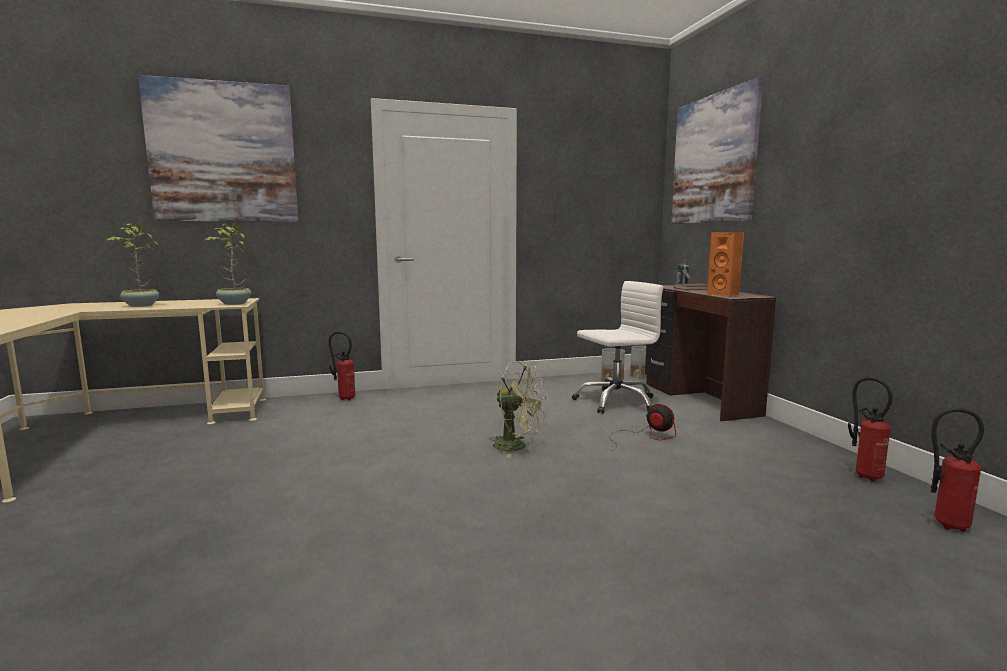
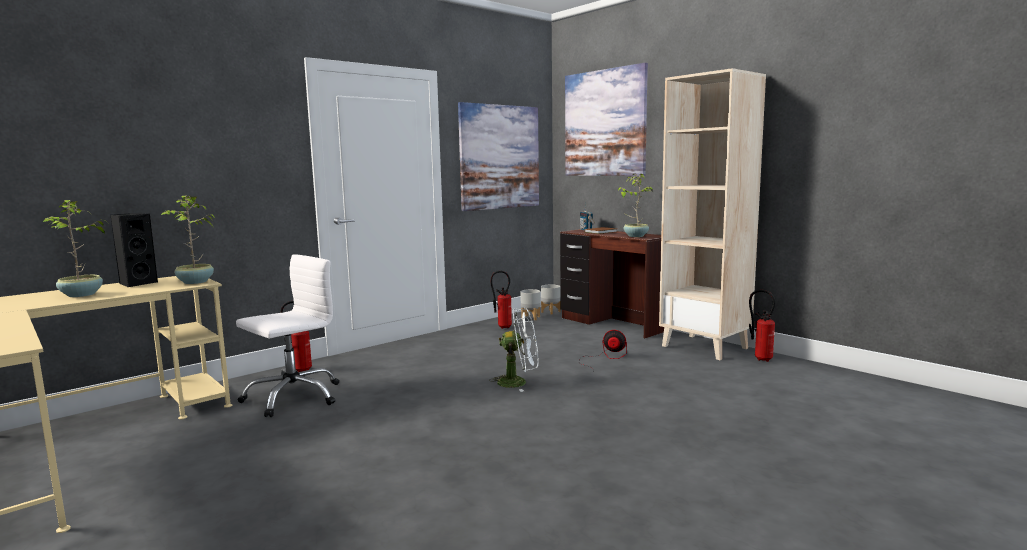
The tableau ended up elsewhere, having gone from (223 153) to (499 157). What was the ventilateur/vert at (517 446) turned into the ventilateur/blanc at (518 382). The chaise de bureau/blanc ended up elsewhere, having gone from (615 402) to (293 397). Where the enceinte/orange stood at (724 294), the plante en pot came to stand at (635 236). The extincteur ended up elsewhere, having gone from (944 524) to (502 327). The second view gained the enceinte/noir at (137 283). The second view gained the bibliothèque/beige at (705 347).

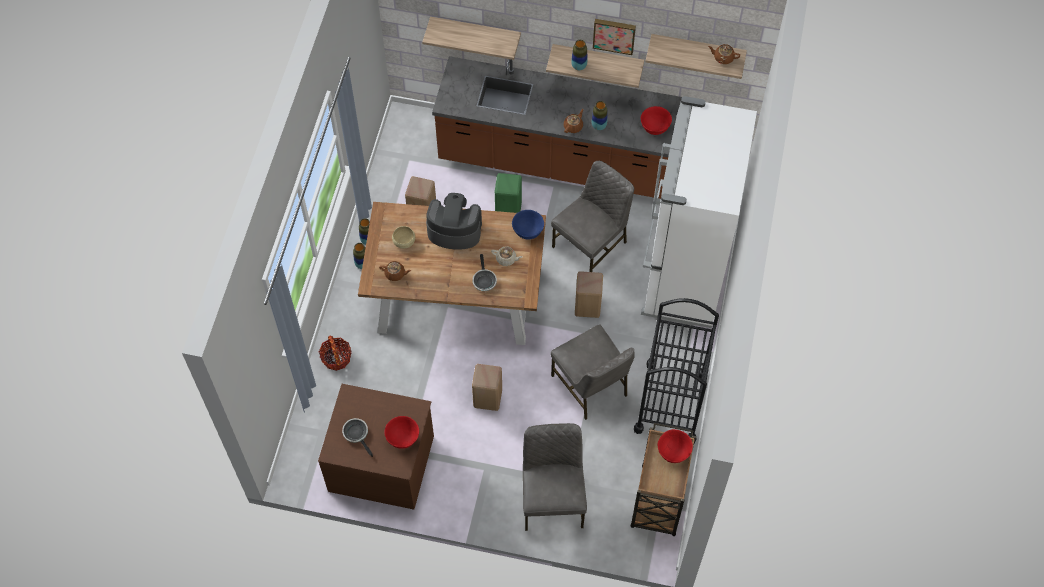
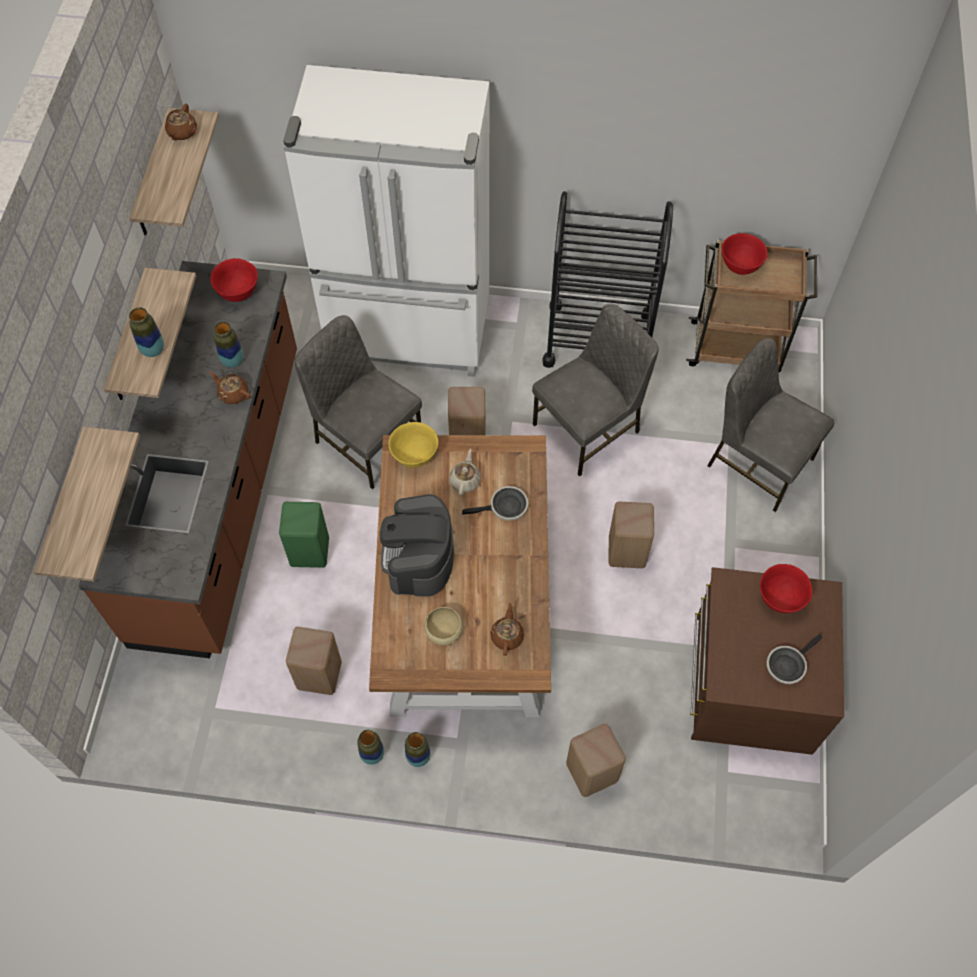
Where the panier stood at (336 358), the tabouret/beige came to stand at (591 774). What was the bol/bleu at (527 232) turned into the bol/jaune at (414 456). The chaise/gris at (552 498) ended up facing another way, 45 degrees clockwise from before. The second view lost the tableau at (614 35).

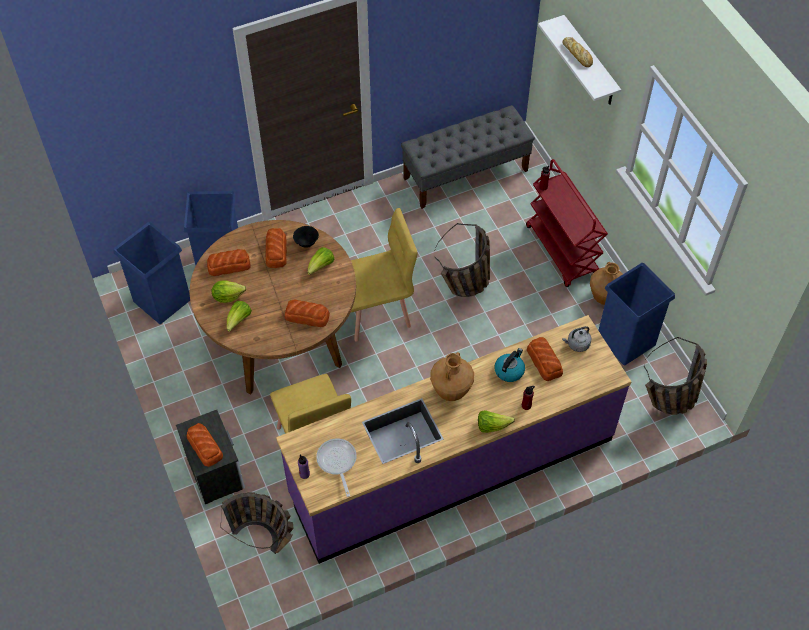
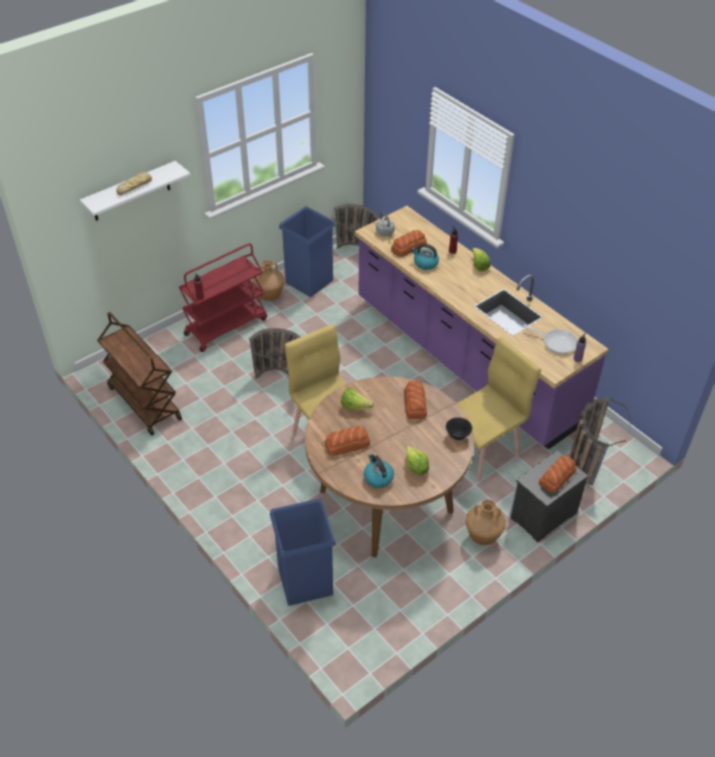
The second view lost the poubelle/bleu at (162 300). Where the pain stood at (228 265), the bouilloire came to stand at (378 477). The second view lost the laitue at (239 320). The bol/noir ended up elsewhere, having gone from (306 243) to (457 436). The poêle at (337 462) ended up facing another way, 120 degrees counterclockwise from before. Where the banc/gris stood at (466 174), the chariot/marron came to stand at (144 403). The vase/marron ended up elsewhere, having gone from (451 390) to (482 537).

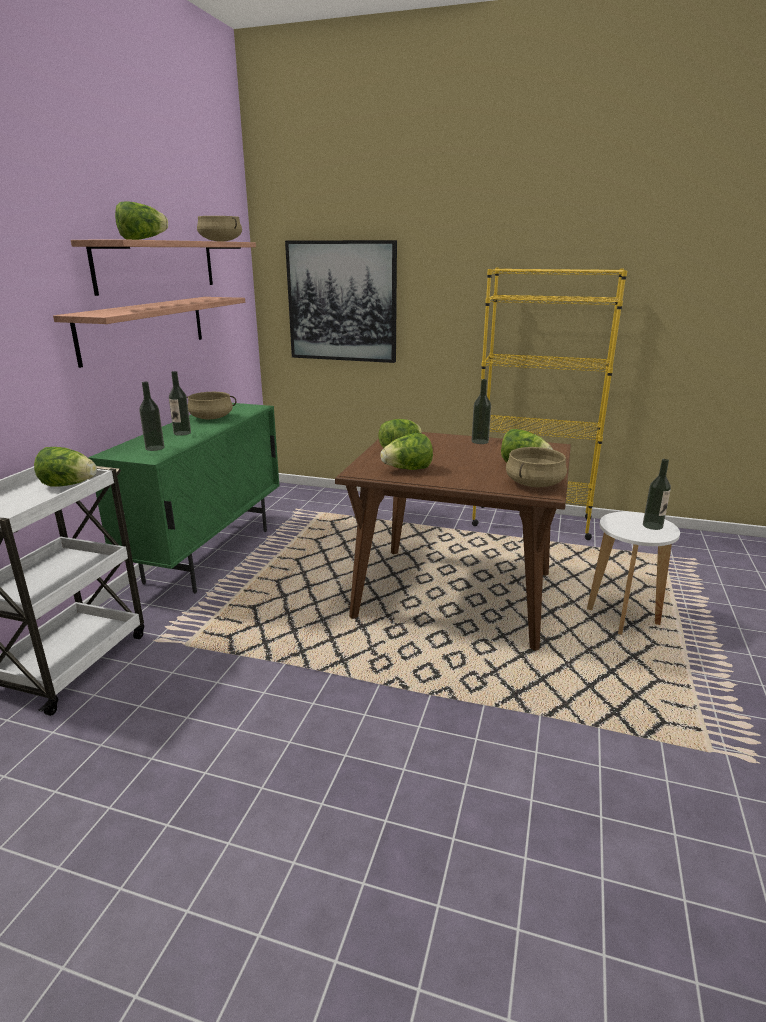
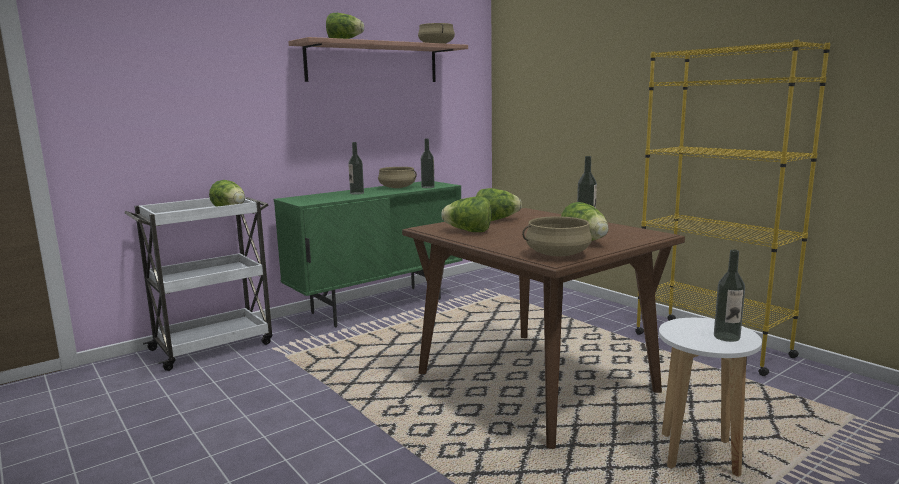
The second view lost the étagère at (144 328). The bouteille ended up elsewhere, having gone from (155 448) to (428 187). The second view lost the tableau at (342 302).

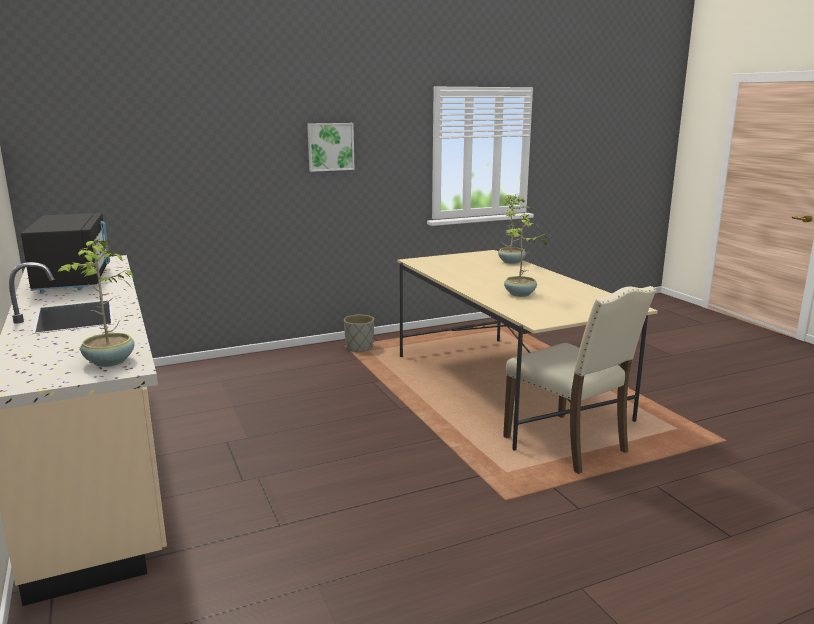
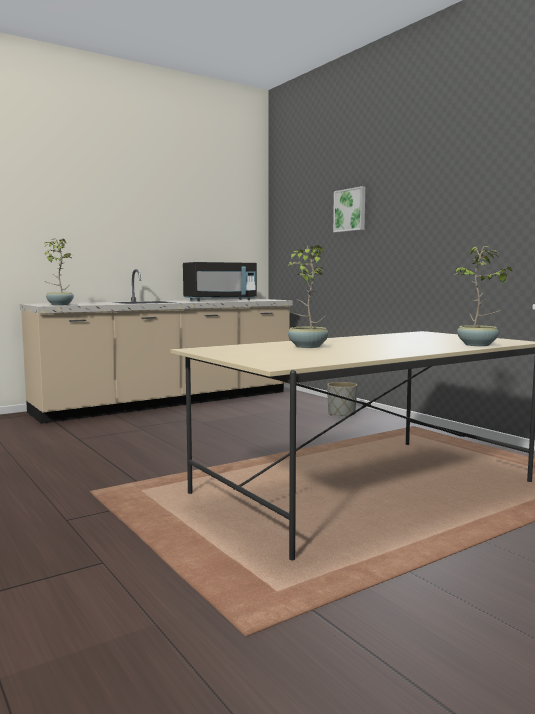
The tableau ended up elsewhere, having gone from (330 146) to (350 210). The cache-pot/gris ended up elsewhere, having gone from (359 348) to (341 414). The second view lost the chaise/beige at (569 445).

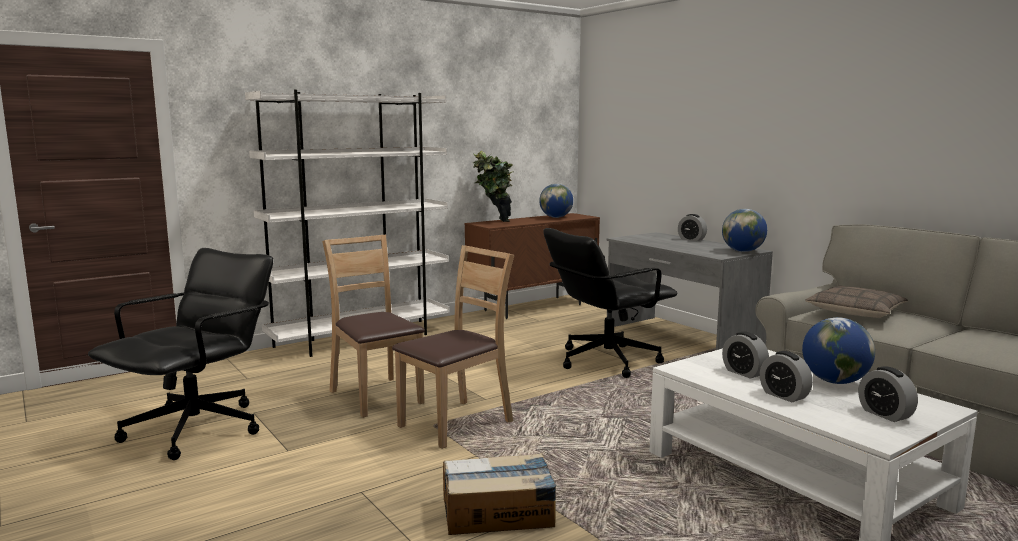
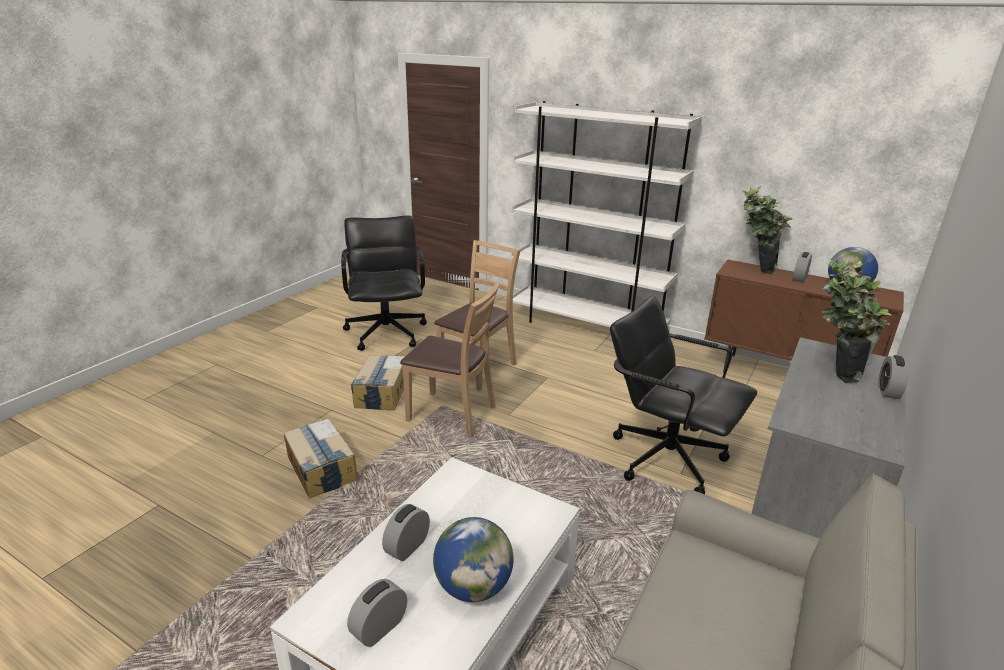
The chaise de bureau/noir at (197 429) ended up facing another way, 105 degrees counterclockwise from before. The second view lost the globe at (743 251). The réveil ended up elsewhere, having gone from (744 373) to (799 278). The second view lost the coussin at (856 311). The second view gained the carton at (381 392). The second view gained the plante en pot at (834 370).

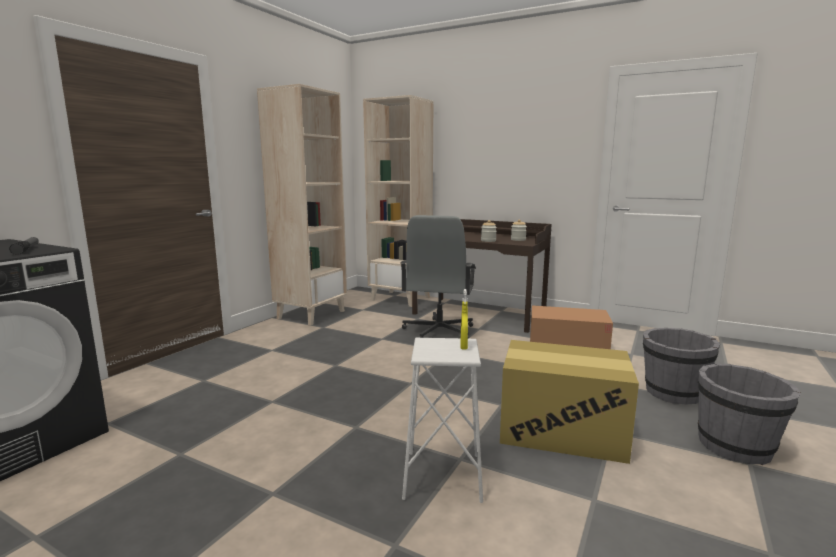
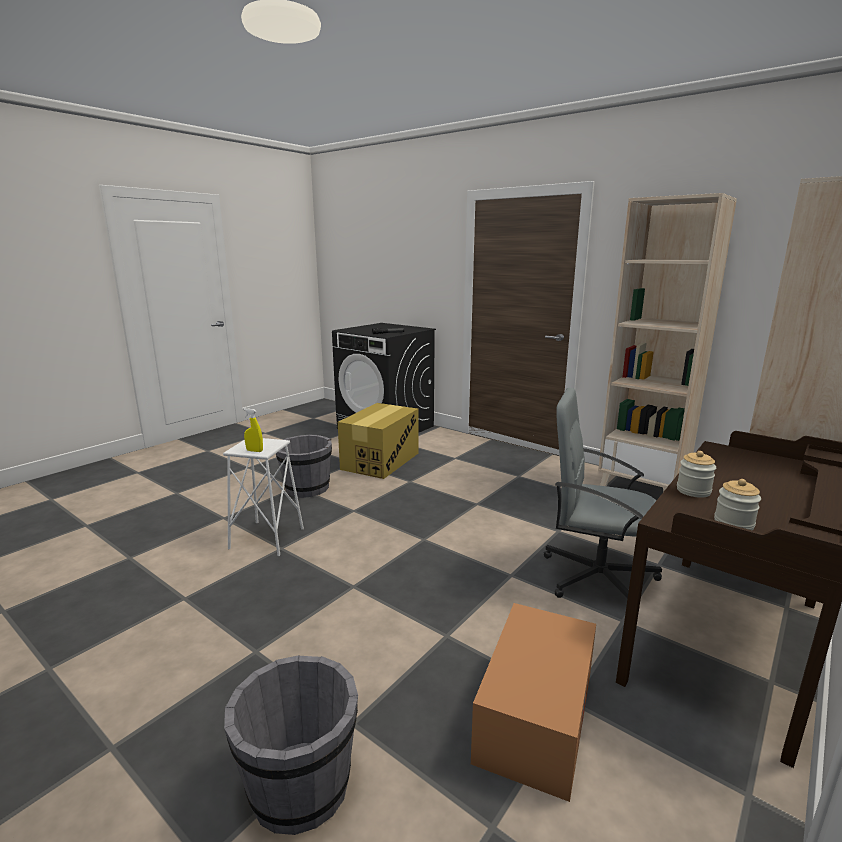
The carton ended up elsewhere, having gone from (562 431) to (380 461). The seau/gris ended up elsewhere, having gone from (736 446) to (306 489).

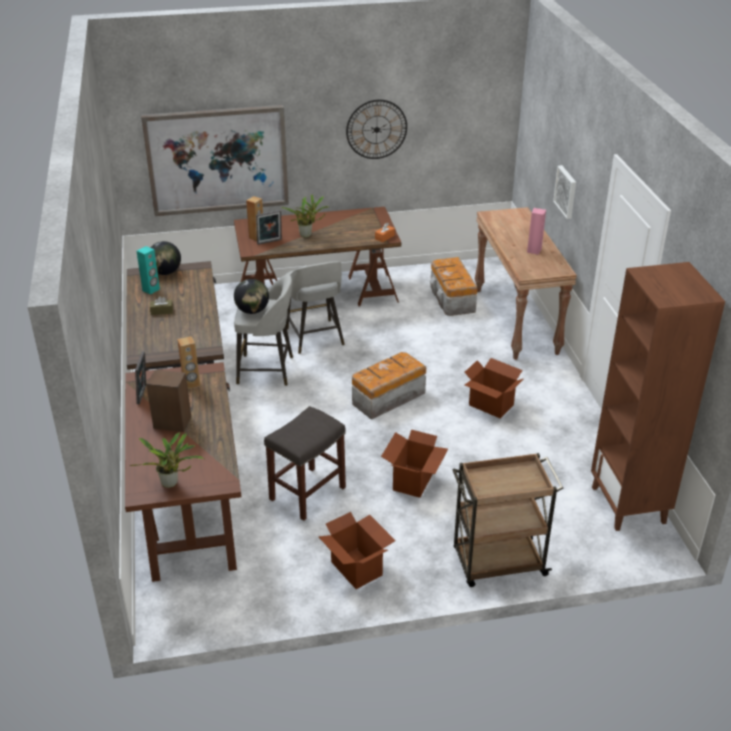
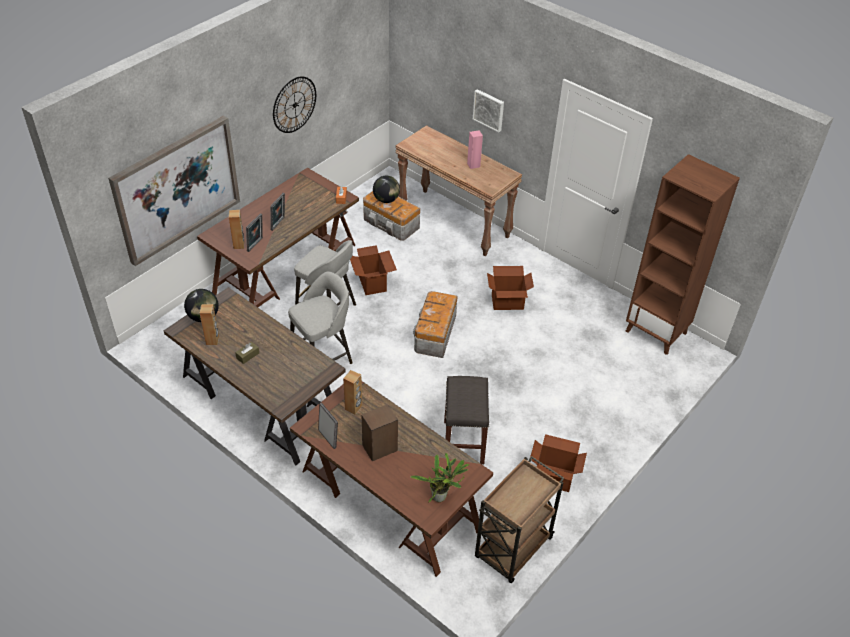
What was the enceinte/turquoise at (151 290) turned into the enceinte/marron at (212 340). The globe ended up elsewhere, having gone from (252 311) to (386 200). Where the plante en pot stood at (307 235), the cadre photo came to stand at (279 224). The carton ended up elsewhere, having gone from (414 481) to (373 283). The chariot/marron ended up elsewhere, having gone from (497 563) to (512 549).

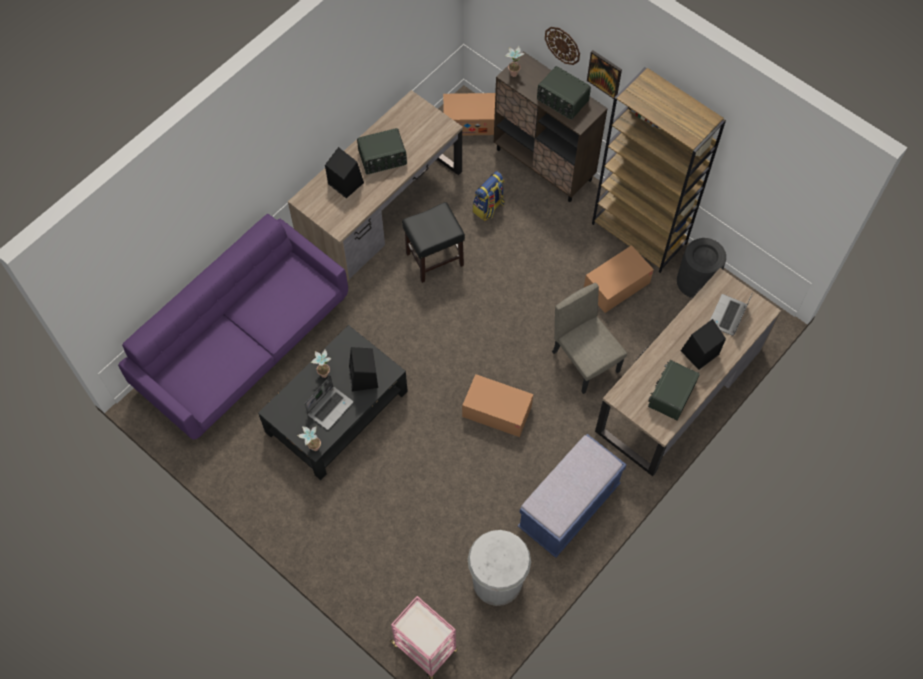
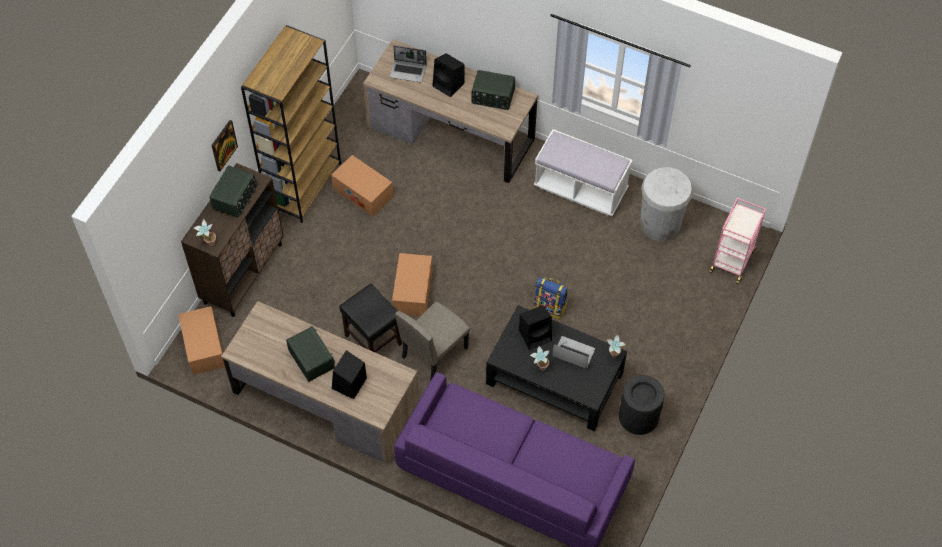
The carton ended up elsewhere, having gone from (497 411) to (413 291). The sac à dos ended up elsewhere, having gone from (488 208) to (550 307). What was the banc/bleu at (569 507) turned into the banc/blanc at (580 189). The second view lost the horloge murale at (562 45). The chaise/beige ended up elsewhere, having gone from (586 361) to (434 352). The poubelle/noir ended up elsewhere, having gone from (696 281) to (638 417).

